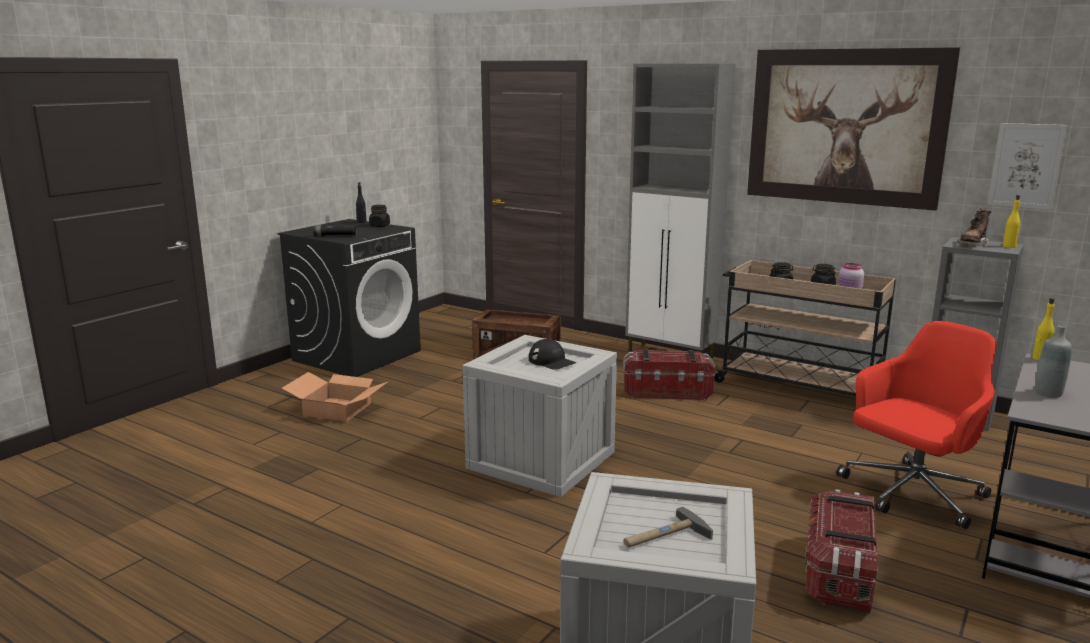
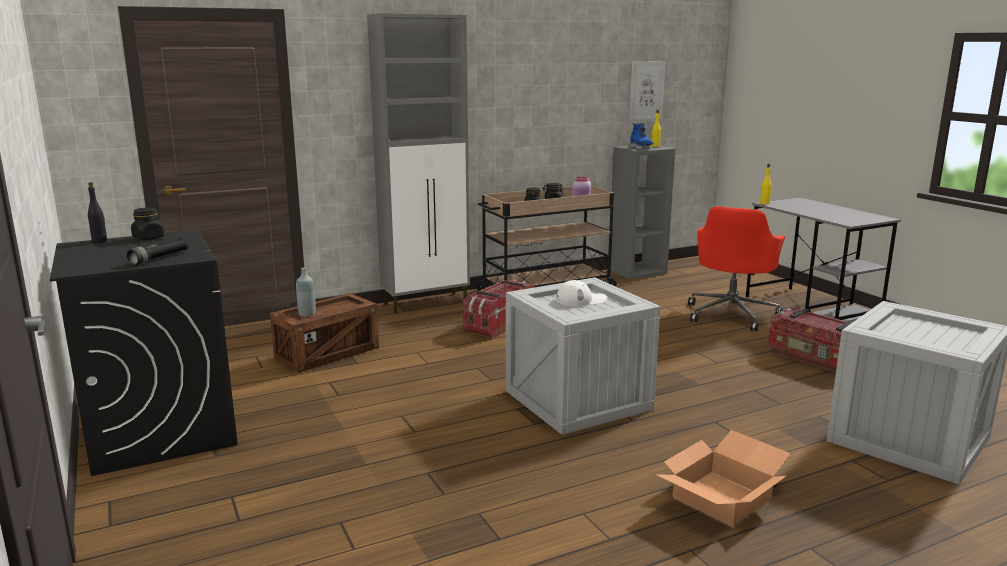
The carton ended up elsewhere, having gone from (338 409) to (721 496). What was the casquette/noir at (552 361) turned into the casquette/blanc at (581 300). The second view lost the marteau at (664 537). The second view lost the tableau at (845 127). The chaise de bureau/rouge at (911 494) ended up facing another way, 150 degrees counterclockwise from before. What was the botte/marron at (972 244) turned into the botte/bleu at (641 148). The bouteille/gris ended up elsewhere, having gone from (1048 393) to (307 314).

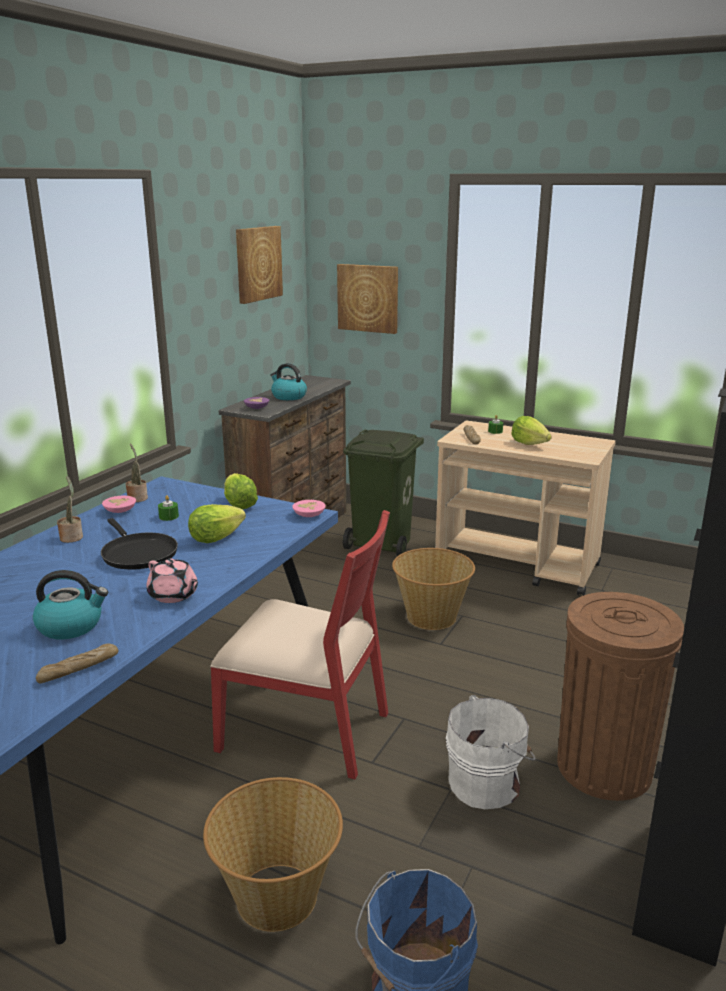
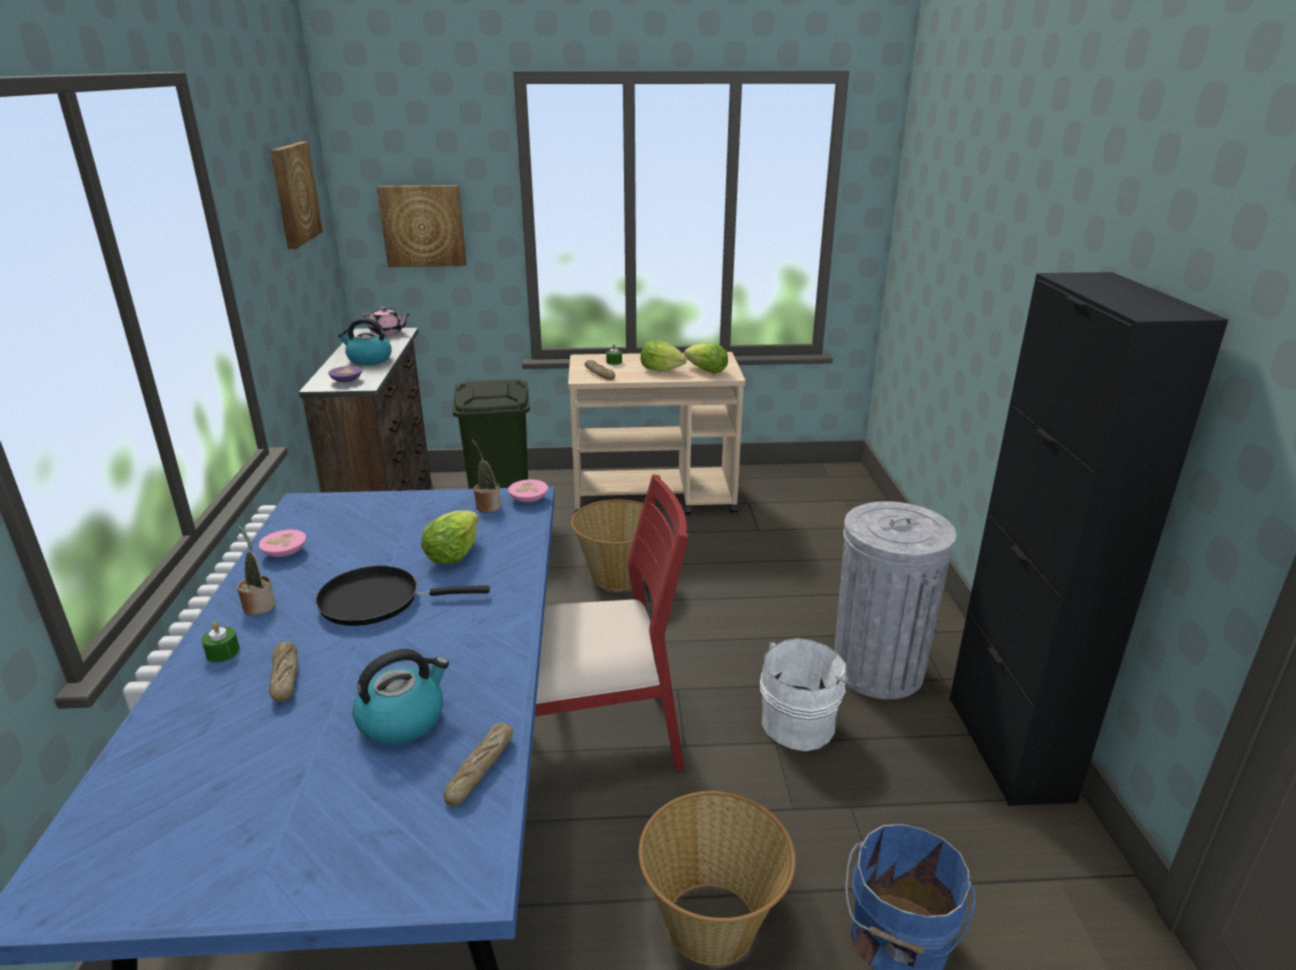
The poêle/noir at (137 553) ended up facing another way, 150 degrees clockwise from before. The plante en pot ended up elsewhere, having gone from (137 498) to (487 506). The théière/rose ended up elsewhere, having gone from (173 595) to (387 332). The bougie/vert ended up elsewhere, having gone from (168 516) to (223 652). The laitue ended up elsewhere, having gone from (239 505) to (706 371). What was the poubelle/marron at (603 767) turned into the poubelle/gris at (877 669). The second view gained the pain at (285 677).

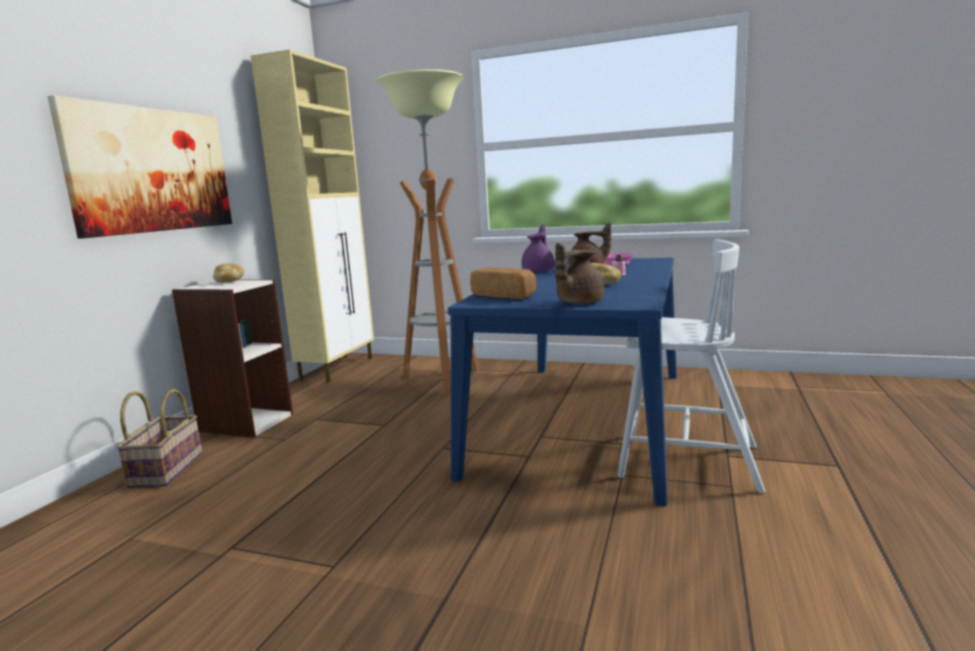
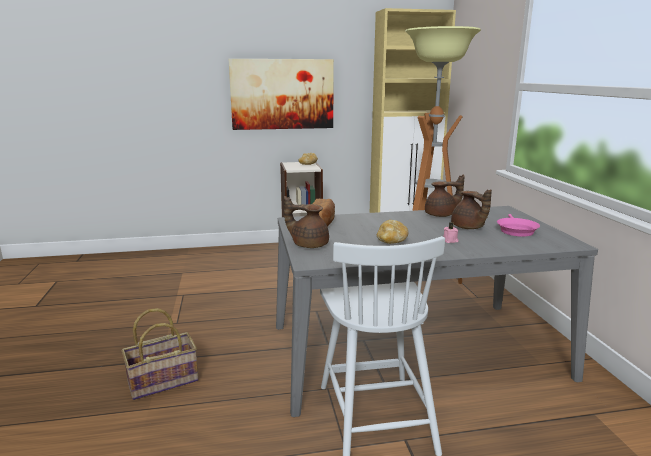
The panier ended up elsewhere, having gone from (165 469) to (163 380). What was the table à manger/bleu at (584 418) turned into the table à manger/gris at (414 351). What was the théière/violet at (539 271) turned into the théière/marron at (441 215).

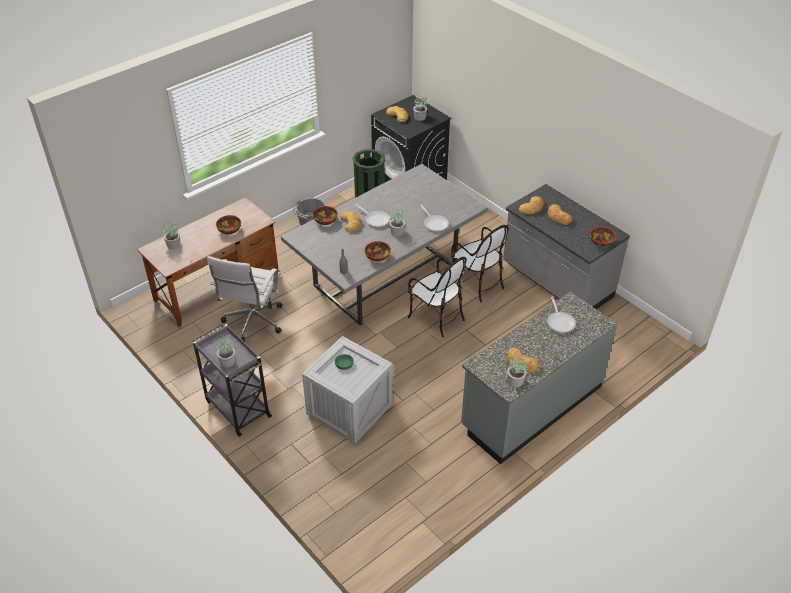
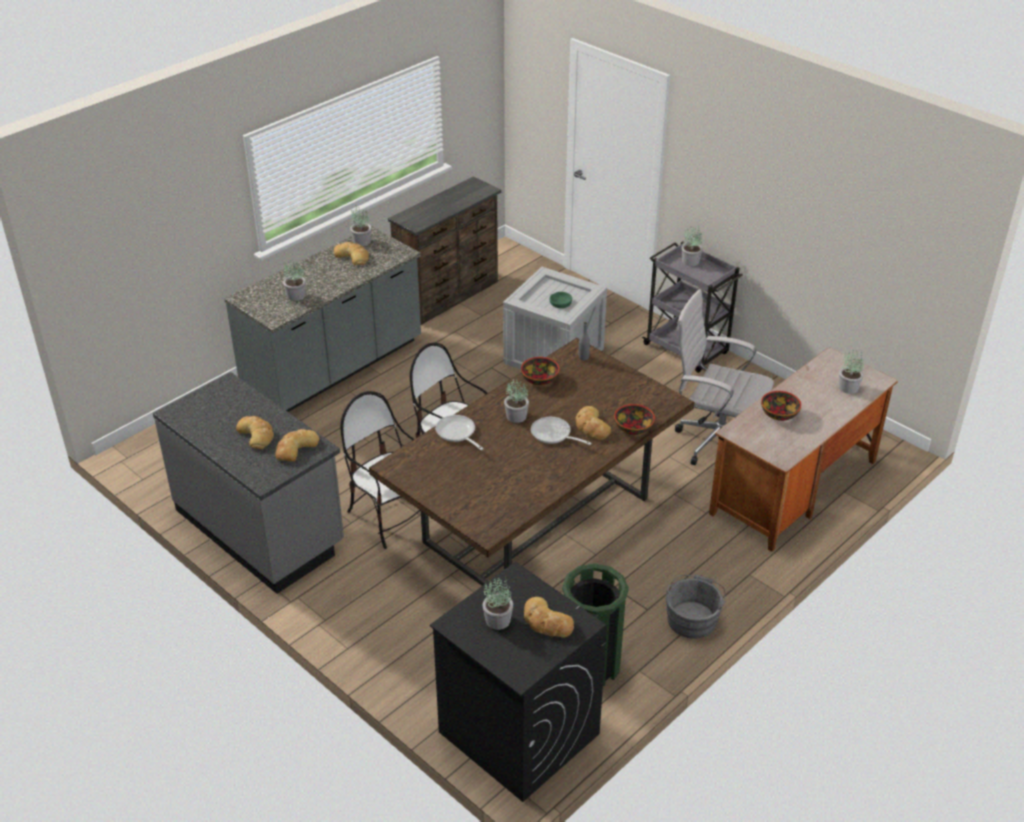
The chaise de bureau/blanc at (252 323) ended up facing another way, 75 degrees counterclockwise from before. What was the table à manger/gris at (387 276) turned into the table à manger/marron at (534 521). Where the poêle stood at (560 322), the plante en pot came to stand at (296 296). The second view lost the bol at (601 242). The second view gained the commode/marron at (449 297).

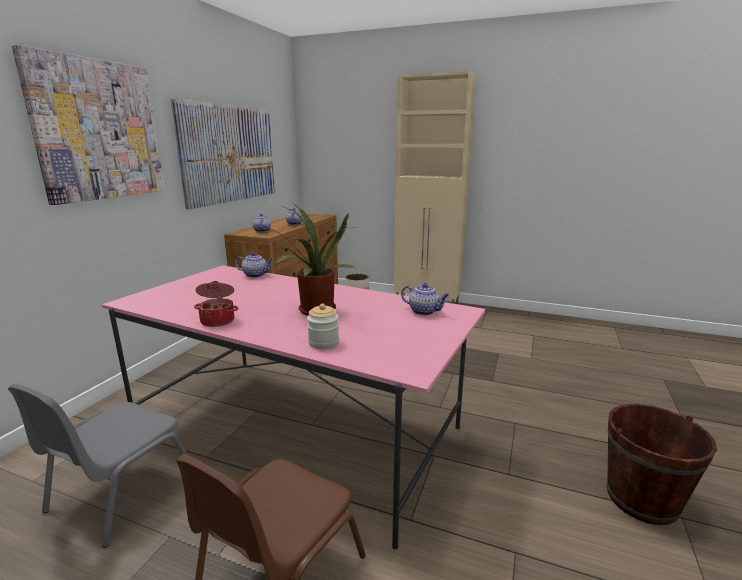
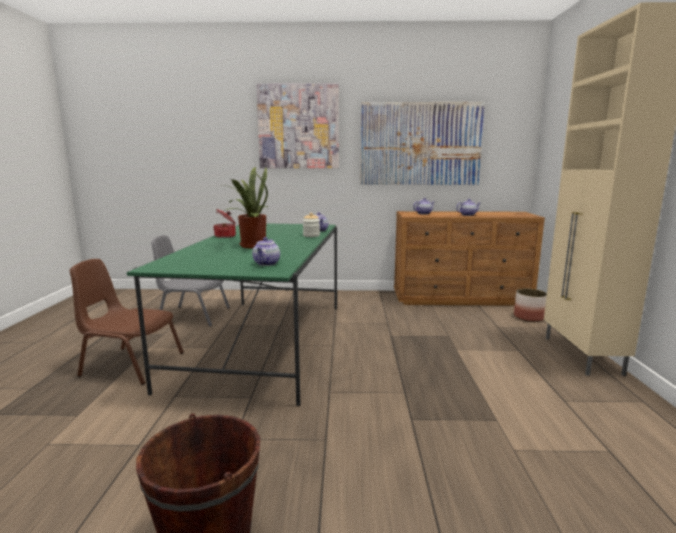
What was the table à manger/rose at (298 430) turned into the table à manger/vert at (263 342). The bocal ended up elsewhere, having gone from (323 343) to (311 235).

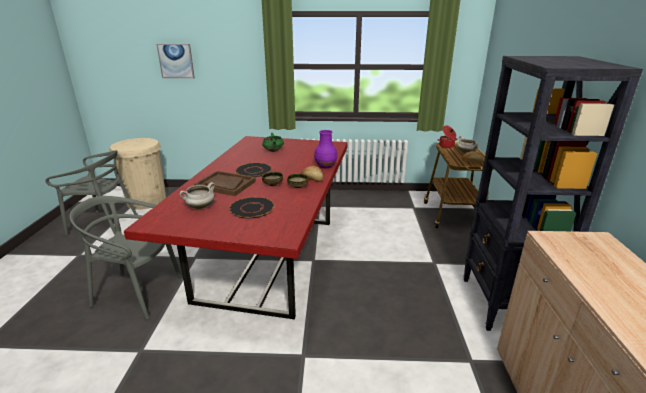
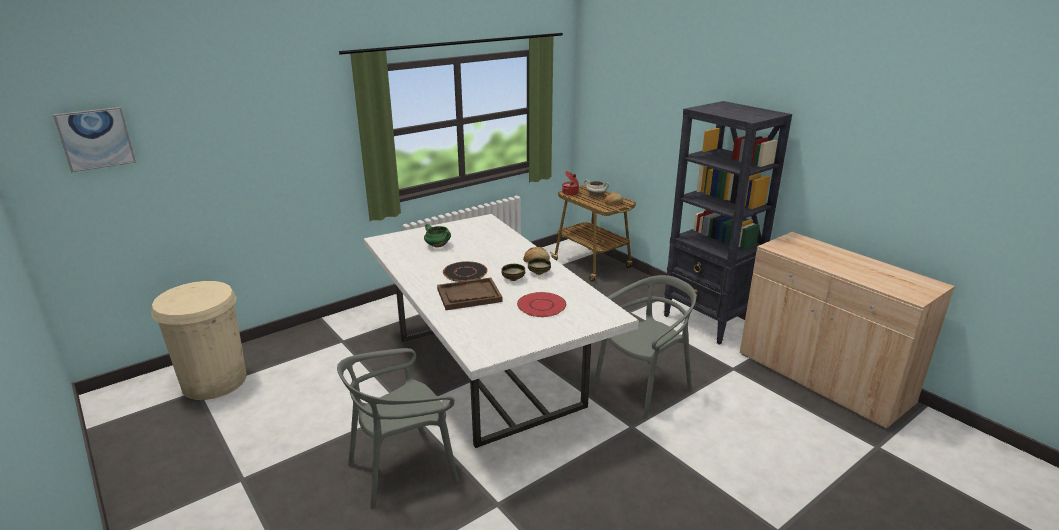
The chaise/gris ended up elsewhere, having gone from (103 223) to (643 387). What was the table à manger/rouge at (269 258) turned into the table à manger/blanc at (487 372). The tableau ended up elsewhere, having gone from (176 61) to (95 139). The second view lost the marmite/blanc at (200 207). What was the assiette/noir at (252 208) turned into the assiette/rouge at (541 306). The second view lost the vase/violet at (326 166).

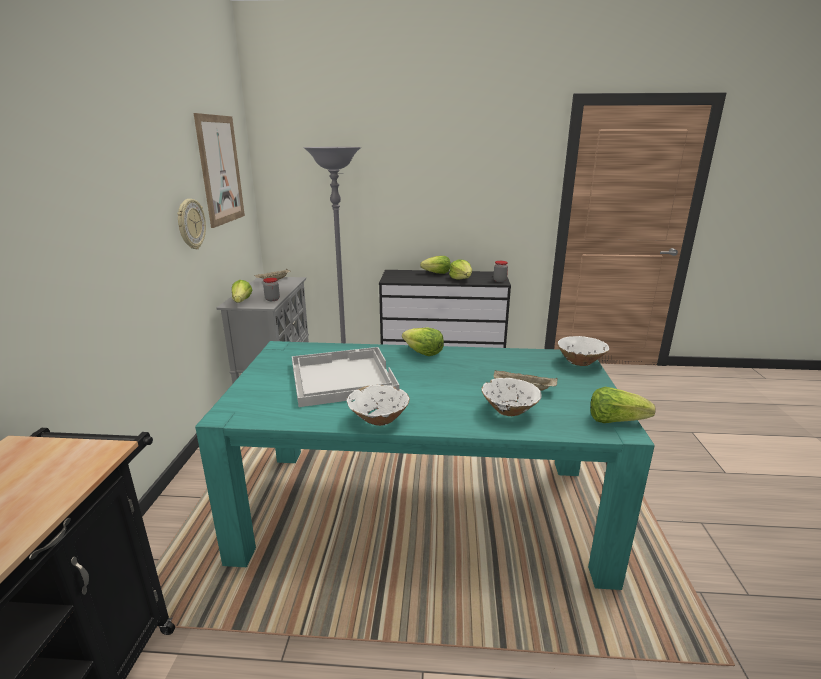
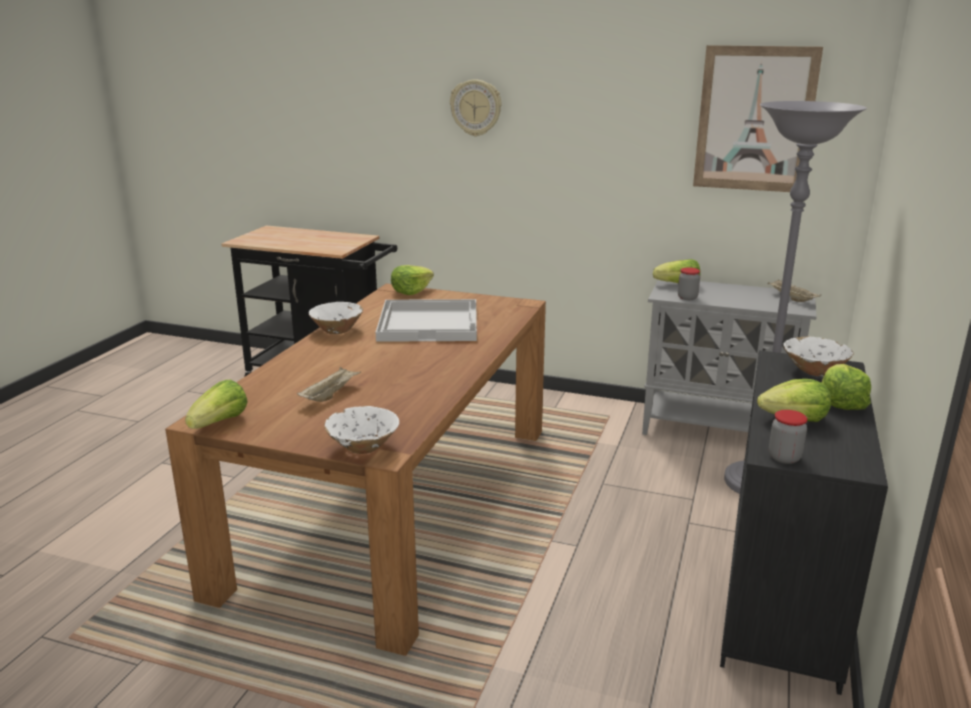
The horloge murale ended up elsewhere, having gone from (190 224) to (476 108). What was the table à manger/turquoise at (421 509) turned into the table à manger/marron at (397 503). The laitue ended up elsewhere, having gone from (423 352) to (411 291). The bol/blanc ended up elsewhere, having gone from (509 411) to (814 371).

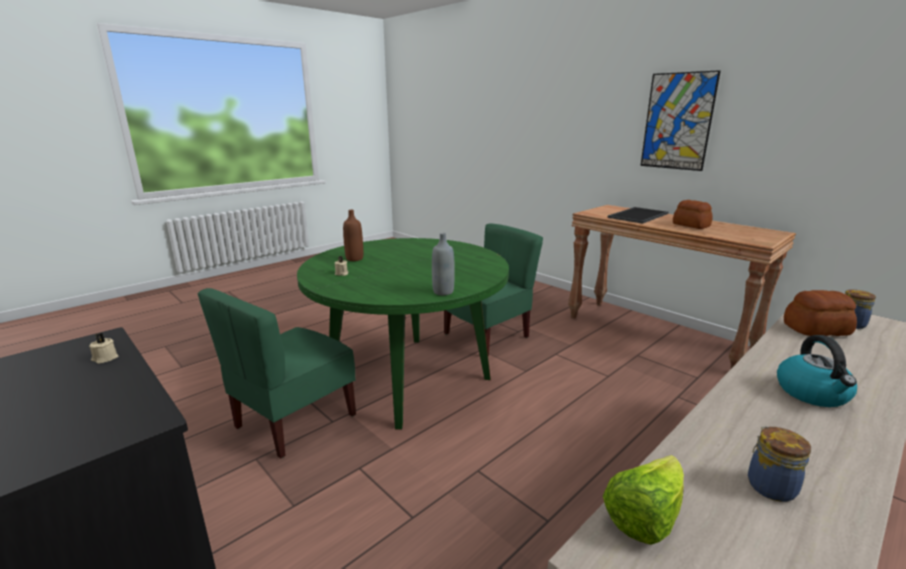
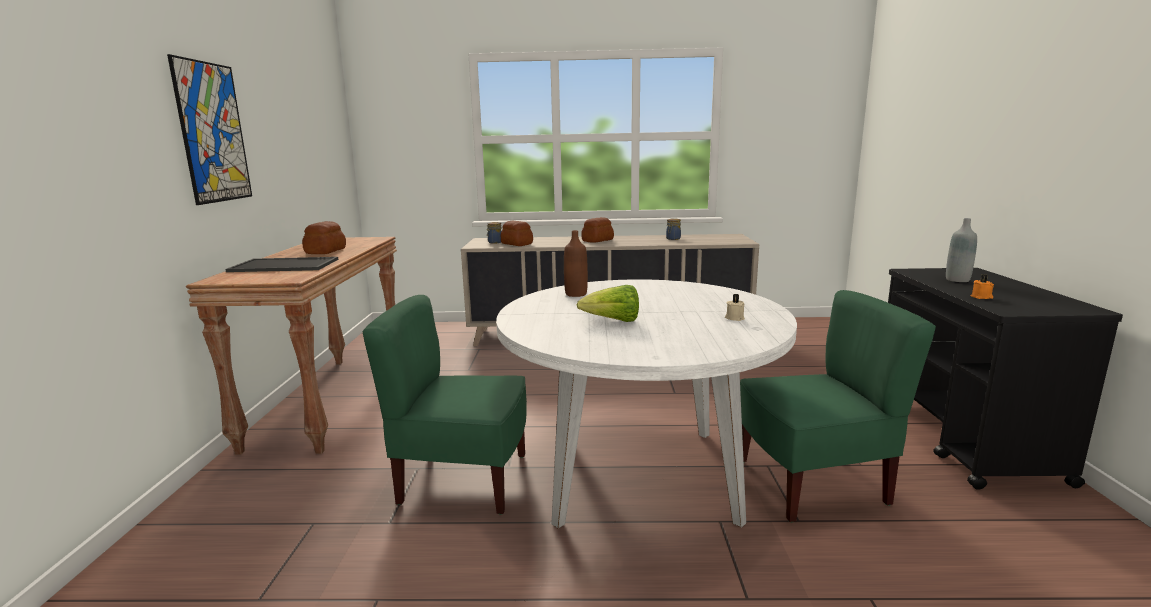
What was the bougie/beige at (105 358) turned into the bougie/orange at (982 297). What was the table à manger/vert at (409 377) turned into the table à manger/blanc at (640 474). The bouteille/marron ended up elsewhere, having gone from (354 259) to (576 294). The bouteille/gris ended up elsewhere, having gone from (443 292) to (957 280). The laitue ended up elsewhere, having gone from (644 517) to (613 321). Where the bouilloire stood at (812 393), the pain came to stand at (597 240).

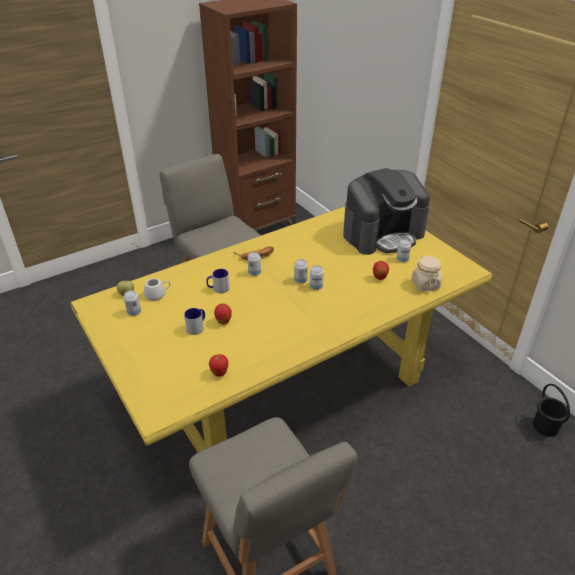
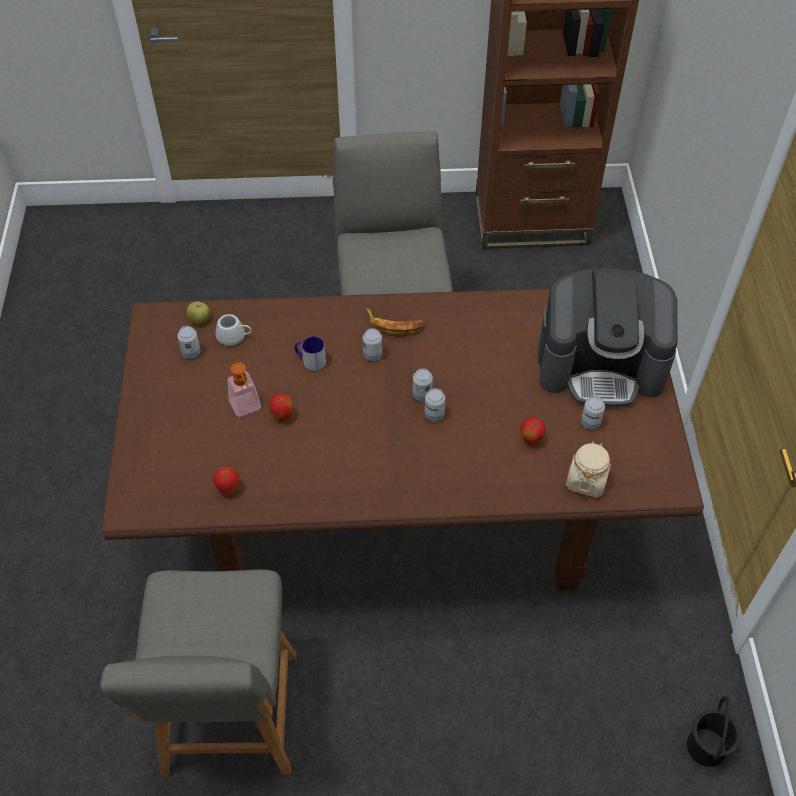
What was the table à manger/jaune at (288 384) turned into the table à manger/marron at (400 505). Where the mug stood at (197 327), the distributeur de savon came to stand at (247 409).

